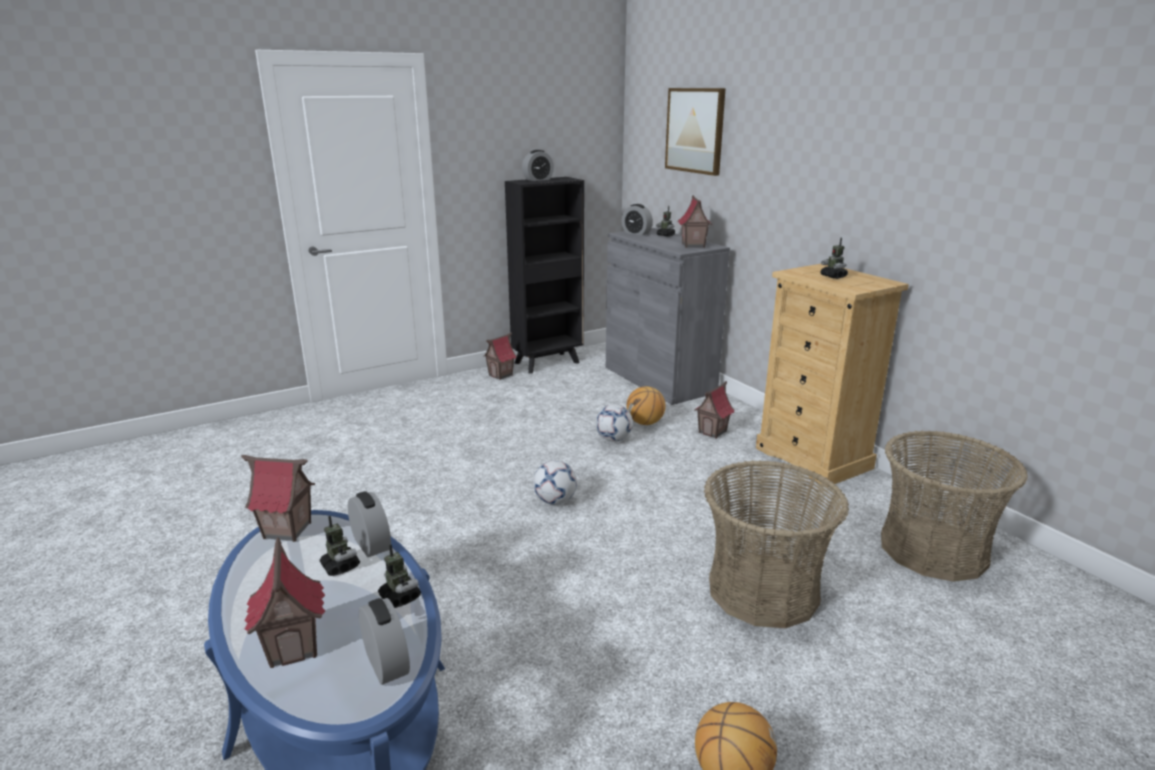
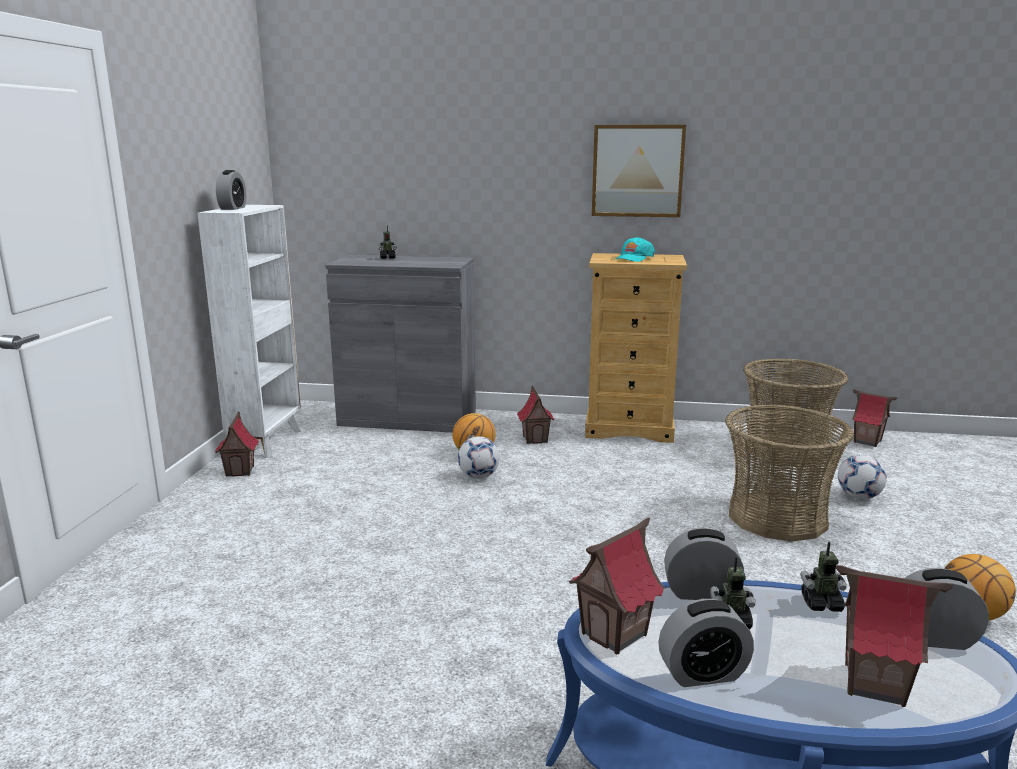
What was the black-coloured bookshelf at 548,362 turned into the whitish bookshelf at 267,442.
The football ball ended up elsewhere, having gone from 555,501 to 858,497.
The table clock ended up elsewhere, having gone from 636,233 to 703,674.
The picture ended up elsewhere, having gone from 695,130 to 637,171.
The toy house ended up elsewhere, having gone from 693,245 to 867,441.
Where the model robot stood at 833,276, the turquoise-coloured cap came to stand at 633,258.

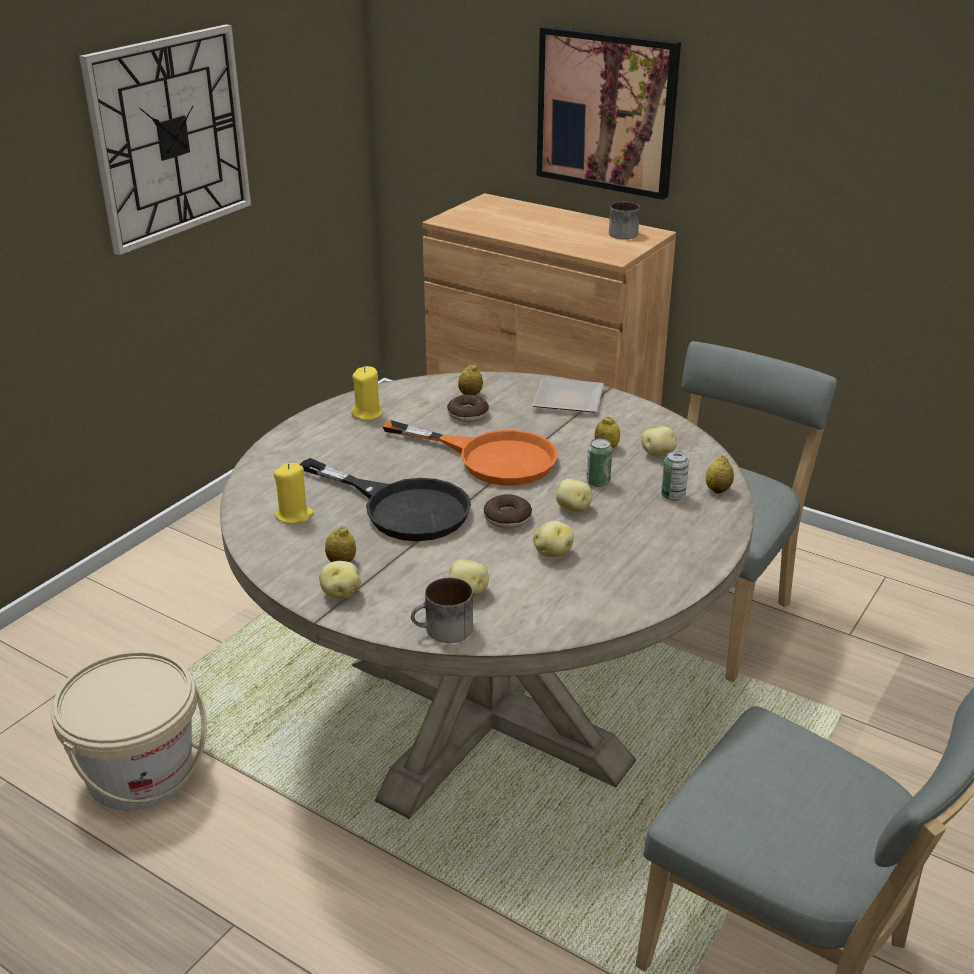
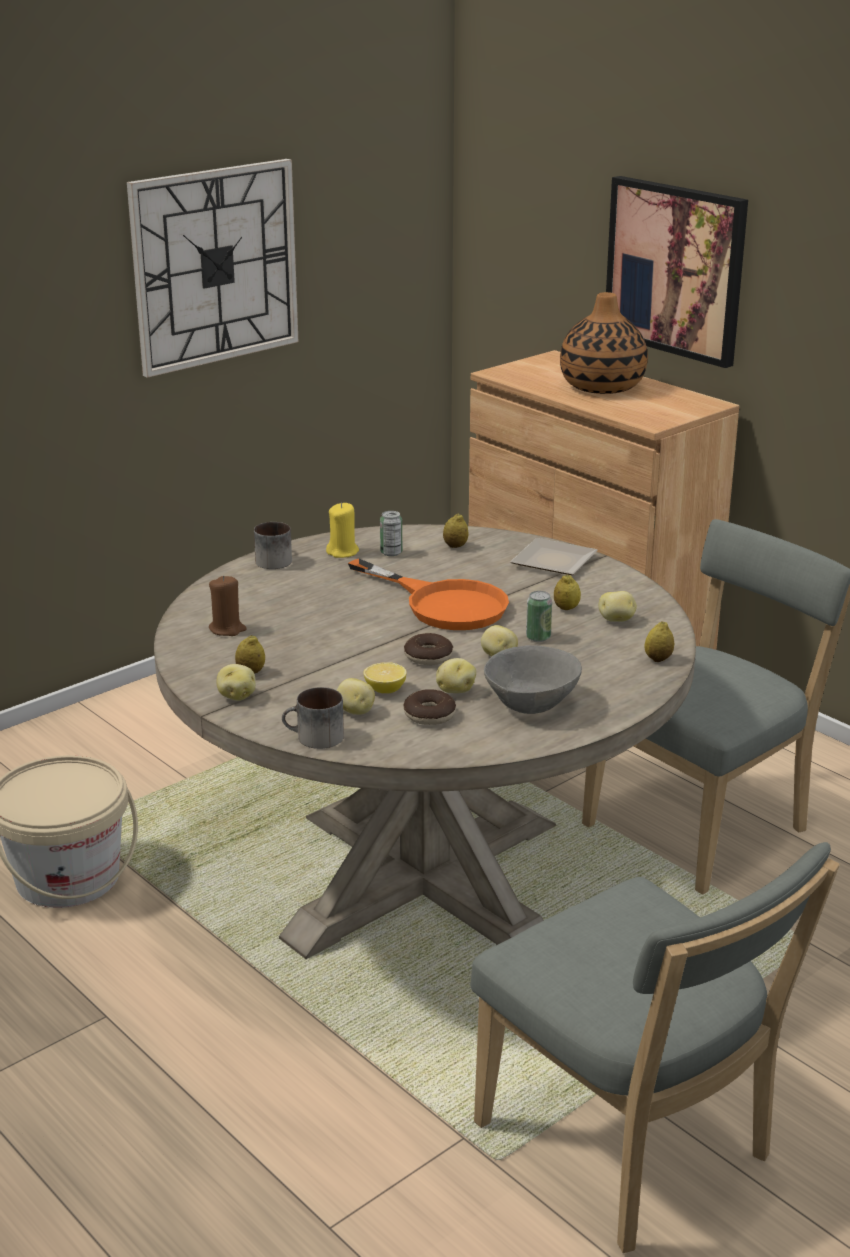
What was the yellowish wax light at 294,515 turned into the brownish wax light at 227,629.
The second view lost the black-coloured pan at 402,507.
The donut ended up elsewhere, having gone from 468,415 to 429,715.
The mug ended up elsewhere, having gone from 621,233 to 273,559.
The can ended up elsewhere, having gone from 673,496 to 391,553.
The second view gained the whole lemon at 385,690.
The second view gained the greyish bowl at 530,703.
The second view gained the decorative vase at 602,386.

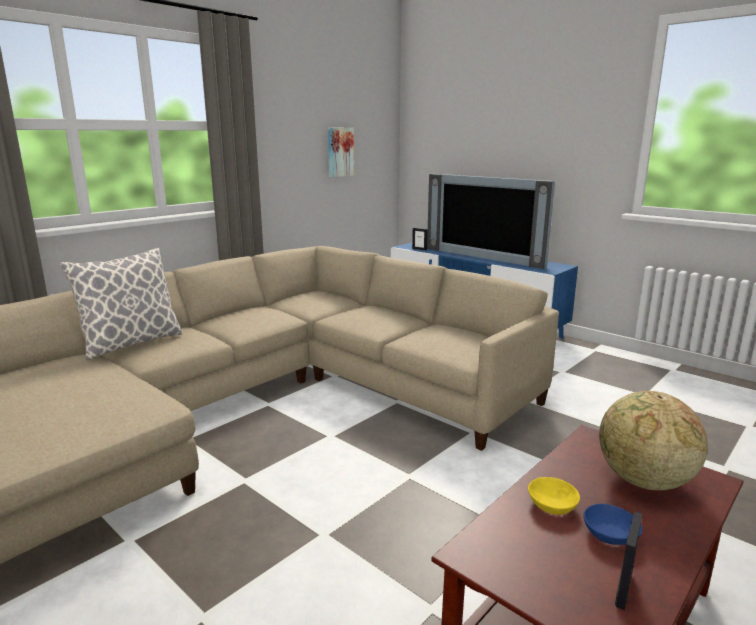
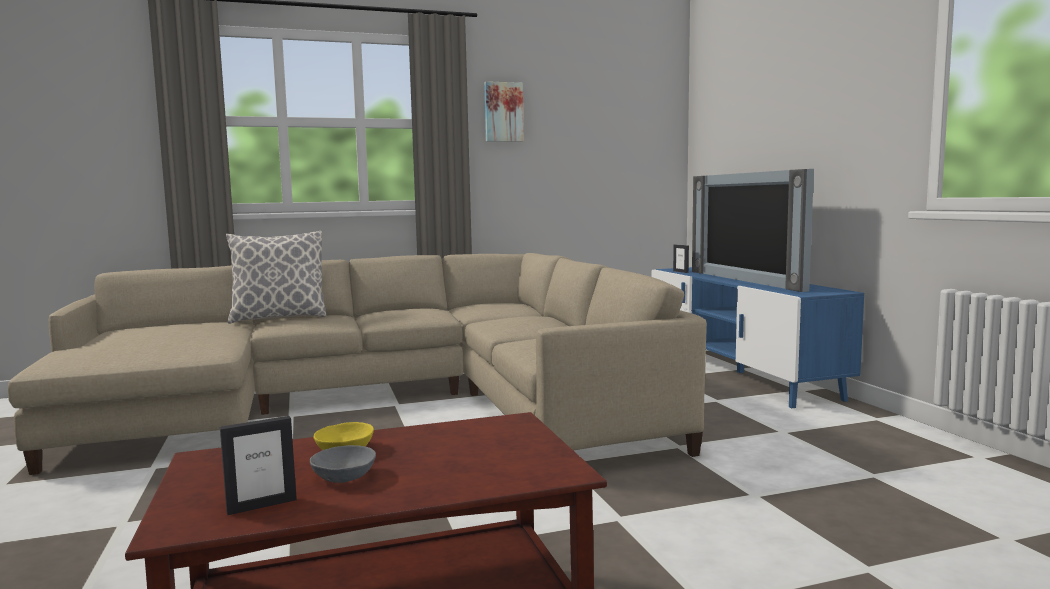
The picture ended up elsewhere, having gone from 339,152 to 503,112.
What was the blue bowl at 611,534 turned into the greyish bowl at 346,477.
The second view lost the world globe at 643,481.

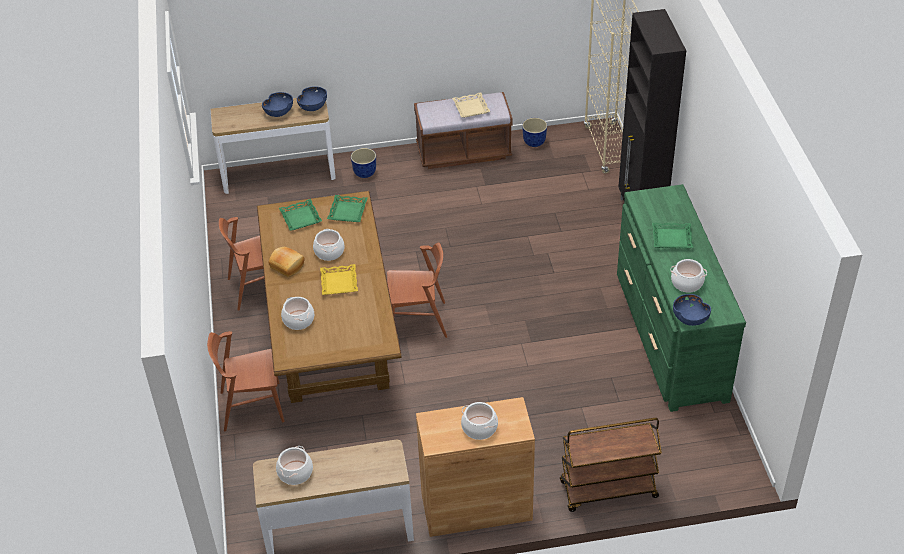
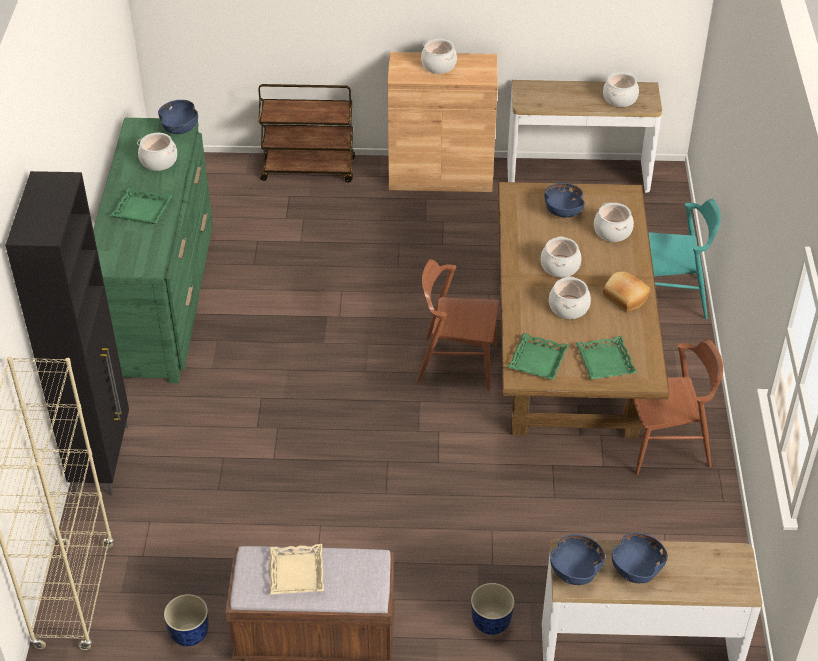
What was the brownish upright chair at 251,406 turned into the turquoise-coloured upright chair at 669,298.
Where the yellowish carrying tray stood at 338,282, the stockpot came to stand at 560,266.
The second view gained the blue bowl at 562,211.

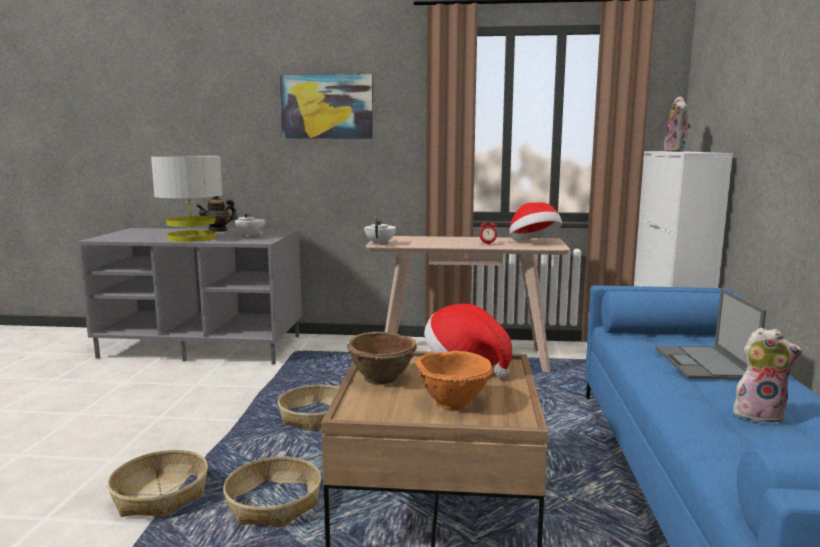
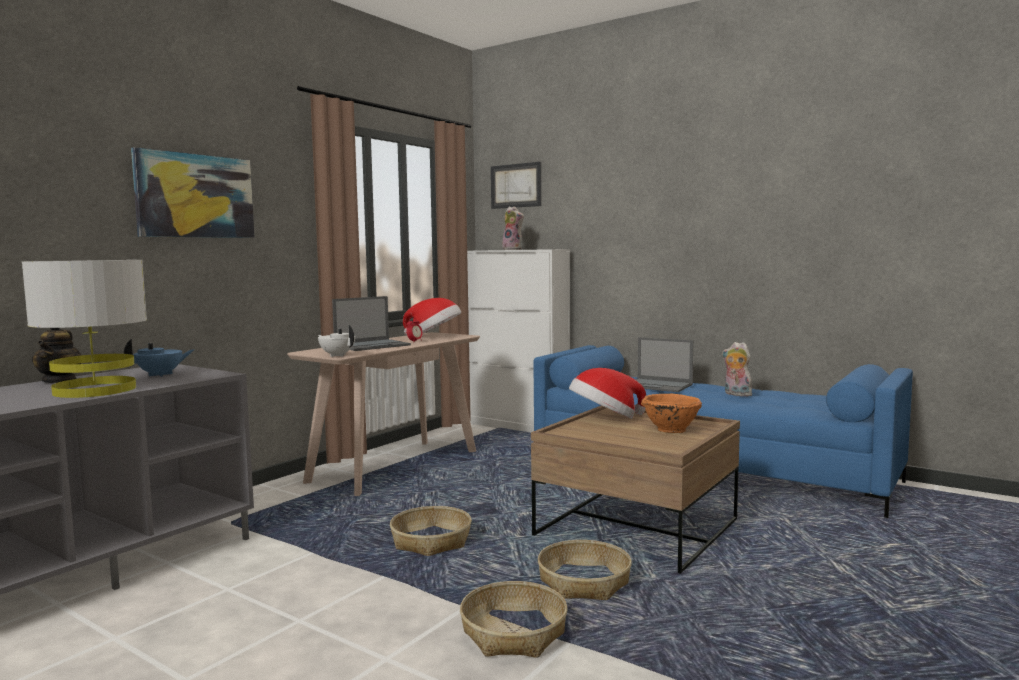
What was the whitish pot for tea at 251,236 turned into the blue pot for tea at 161,375.
The second view lost the brownish bowl at 383,378.
The soft toy at 759,414 ended up facing another way, 90 degrees counterclockwise from before.
The second view gained the portable computer at 373,345.
The second view gained the picture at 516,185.

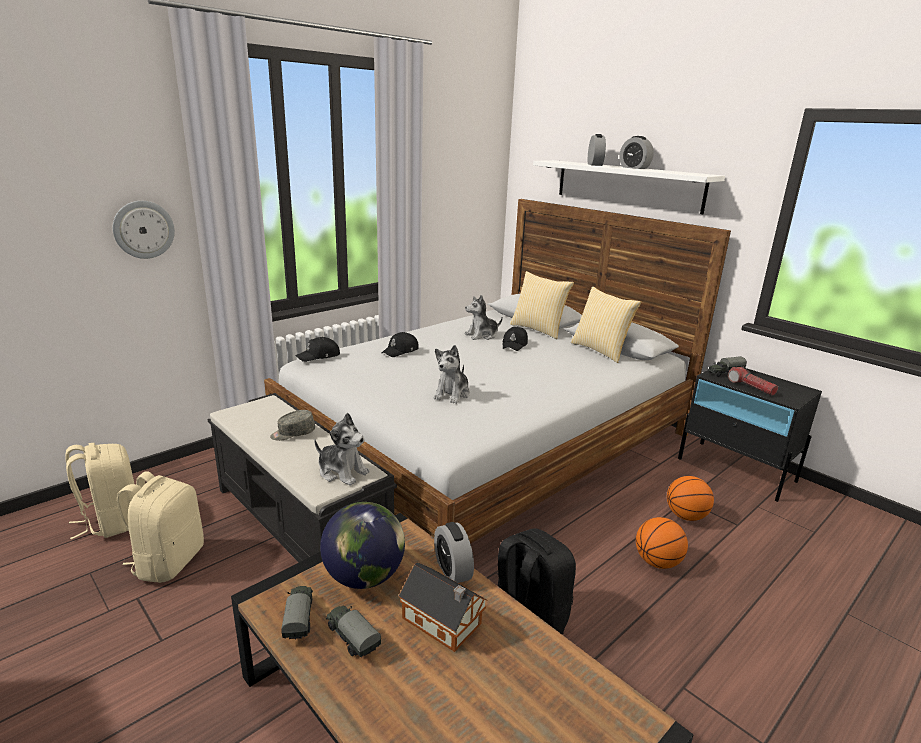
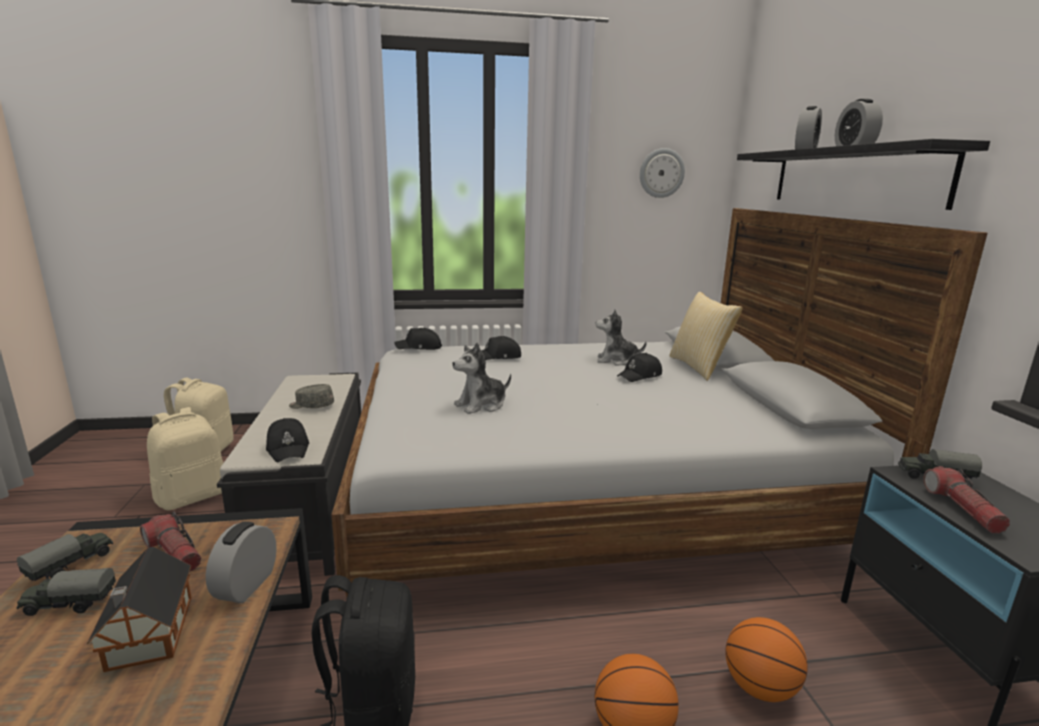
The hanging clock ended up elsewhere, having gone from 143,229 to 661,173.
Where the soft toy stood at 342,472, the black-coloured cap came to stand at 288,448.
Where the world globe stood at 364,577, the torch came to stand at 175,553.
The model truck at 352,638 ended up facing another way, 90 degrees counterclockwise from before.
What was the whitish shelf at 627,185 turned into the black-coloured shelf at 852,177.
The second view lost the pillow at 601,350.

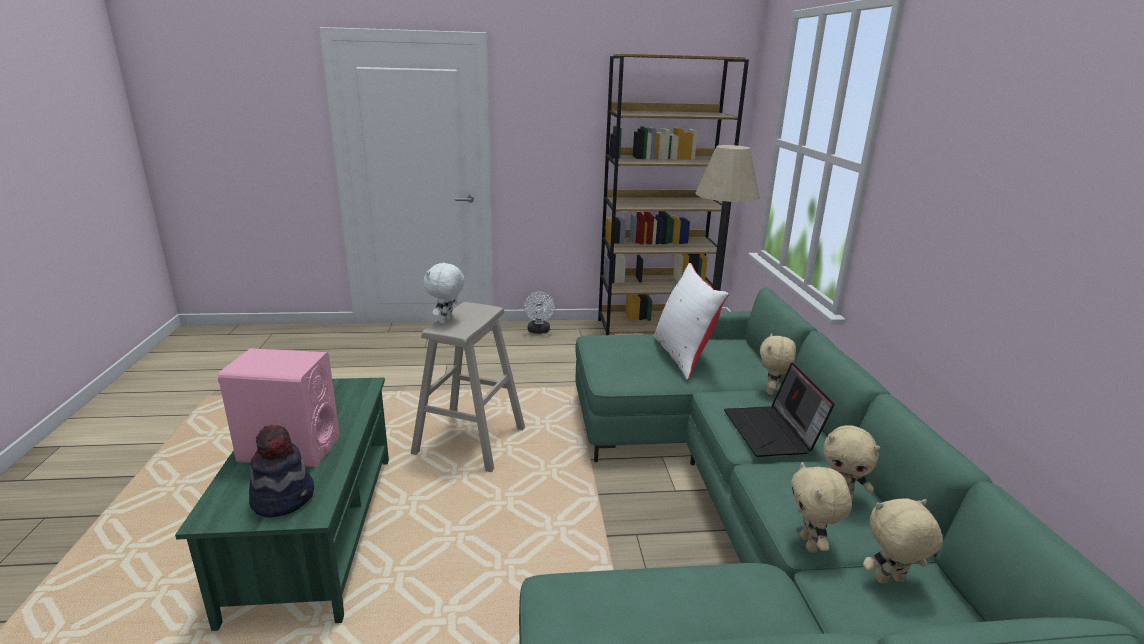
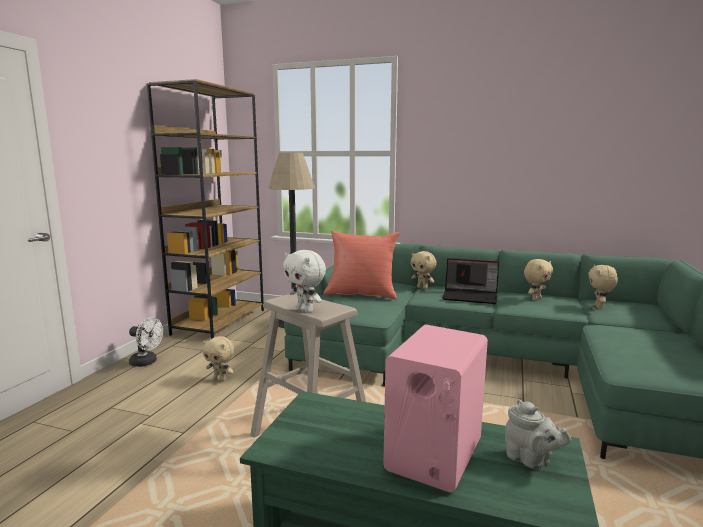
Where the wearable hat stood at 283,497, the greyish pot for tea came to stand at 531,460.
What was the whitish pillow at 683,356 turned into the reddish pillow at 361,294.
The sand-coloured soft toy ended up elsewhere, having gone from 810,544 to 220,379.

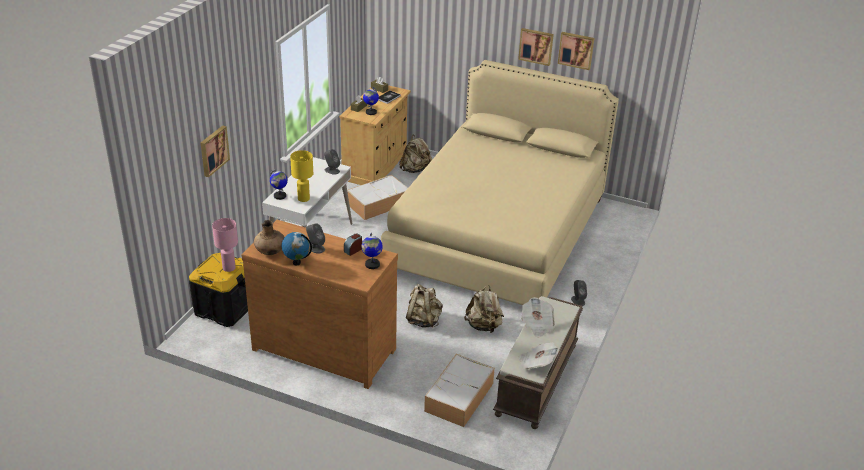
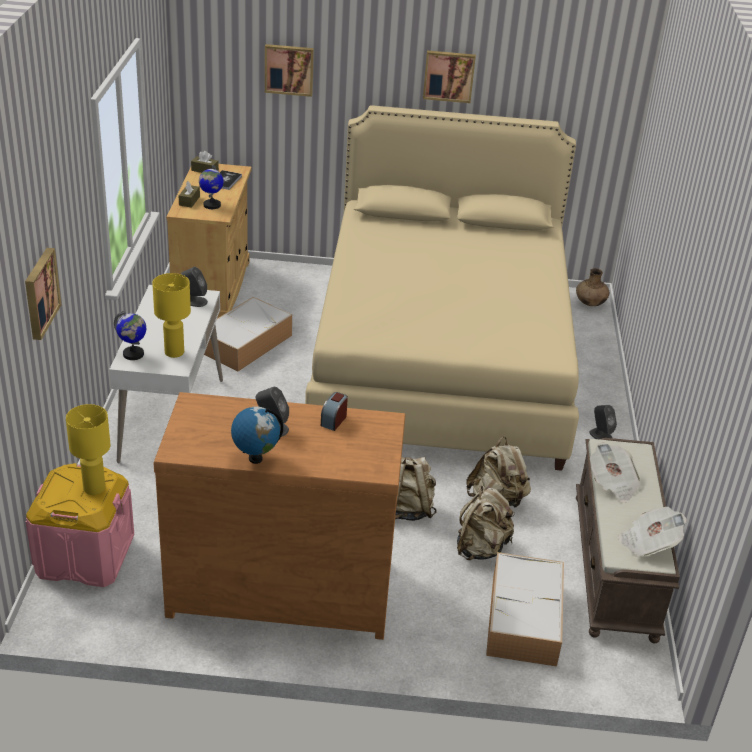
What was the black-coloured storage box at 225,308 turned into the pink storage box at 85,556.
What was the pink table lamp at 229,268 turned into the yellowish table lamp at 94,488.
The brownish decorative vase ended up elsewhere, having gone from 270,251 to 590,303.
The second view lost the world globe at 372,264.
The sand-coloured rucksack ended up elsewhere, having gone from 415,169 to 481,548.
The picture ended up elsewhere, having gone from 576,50 to 289,69.

